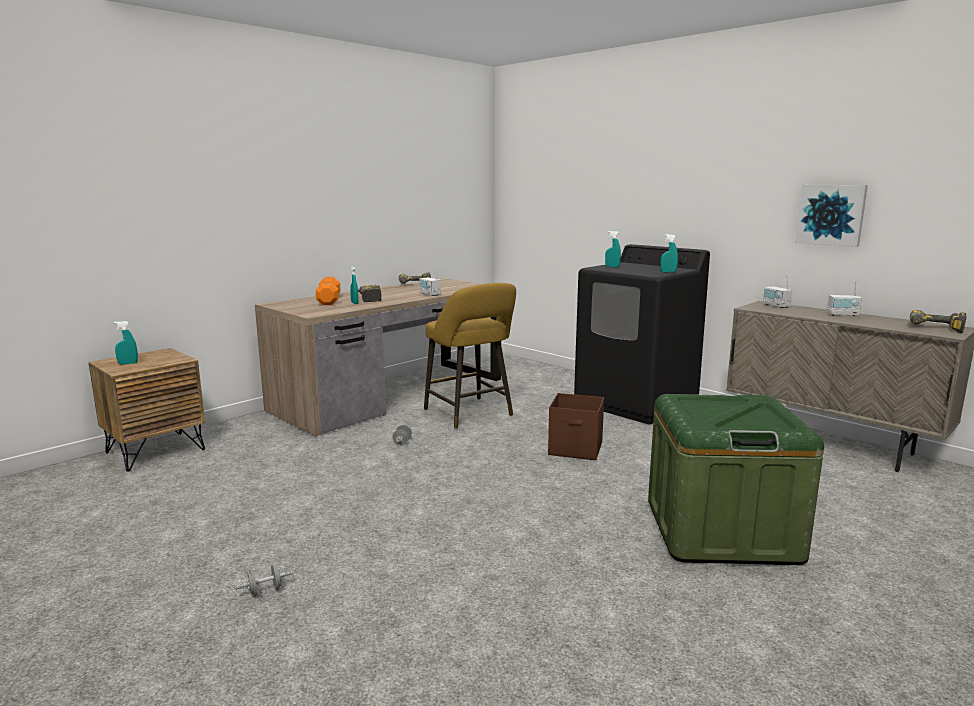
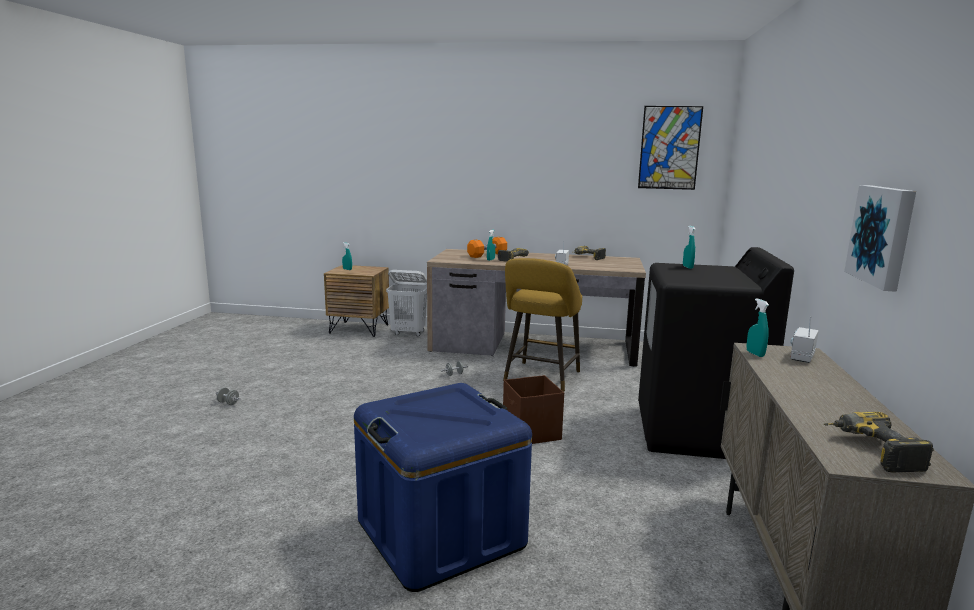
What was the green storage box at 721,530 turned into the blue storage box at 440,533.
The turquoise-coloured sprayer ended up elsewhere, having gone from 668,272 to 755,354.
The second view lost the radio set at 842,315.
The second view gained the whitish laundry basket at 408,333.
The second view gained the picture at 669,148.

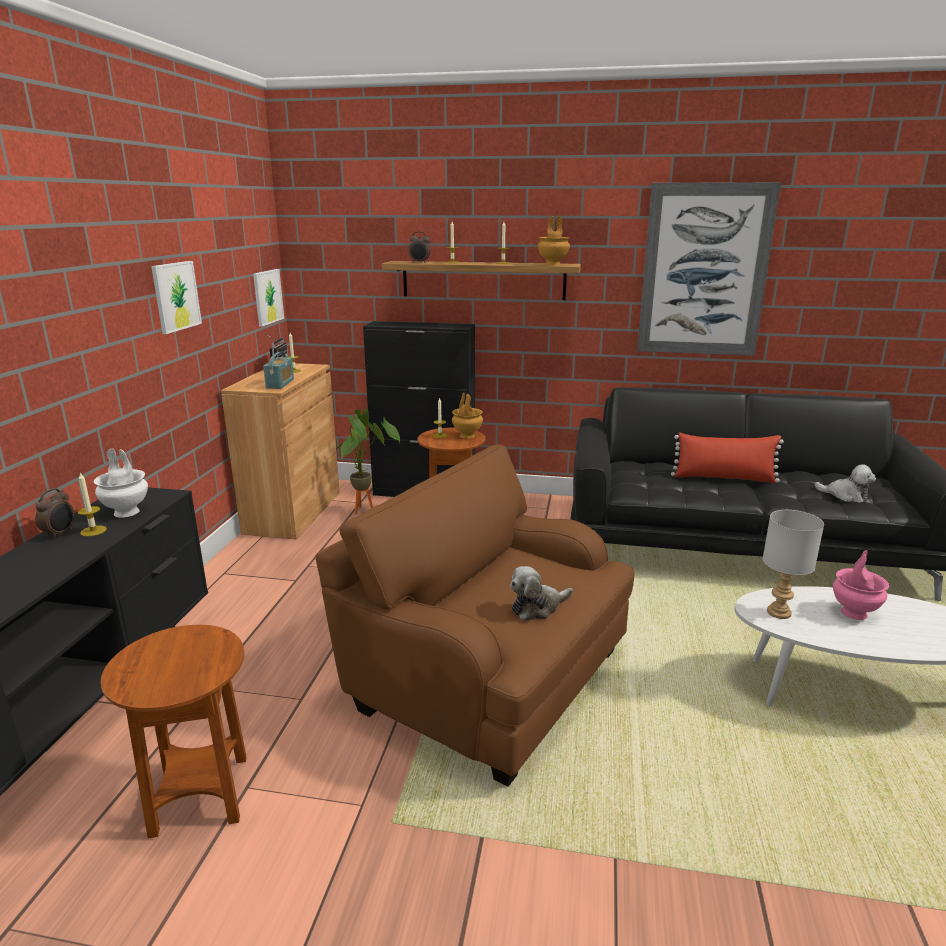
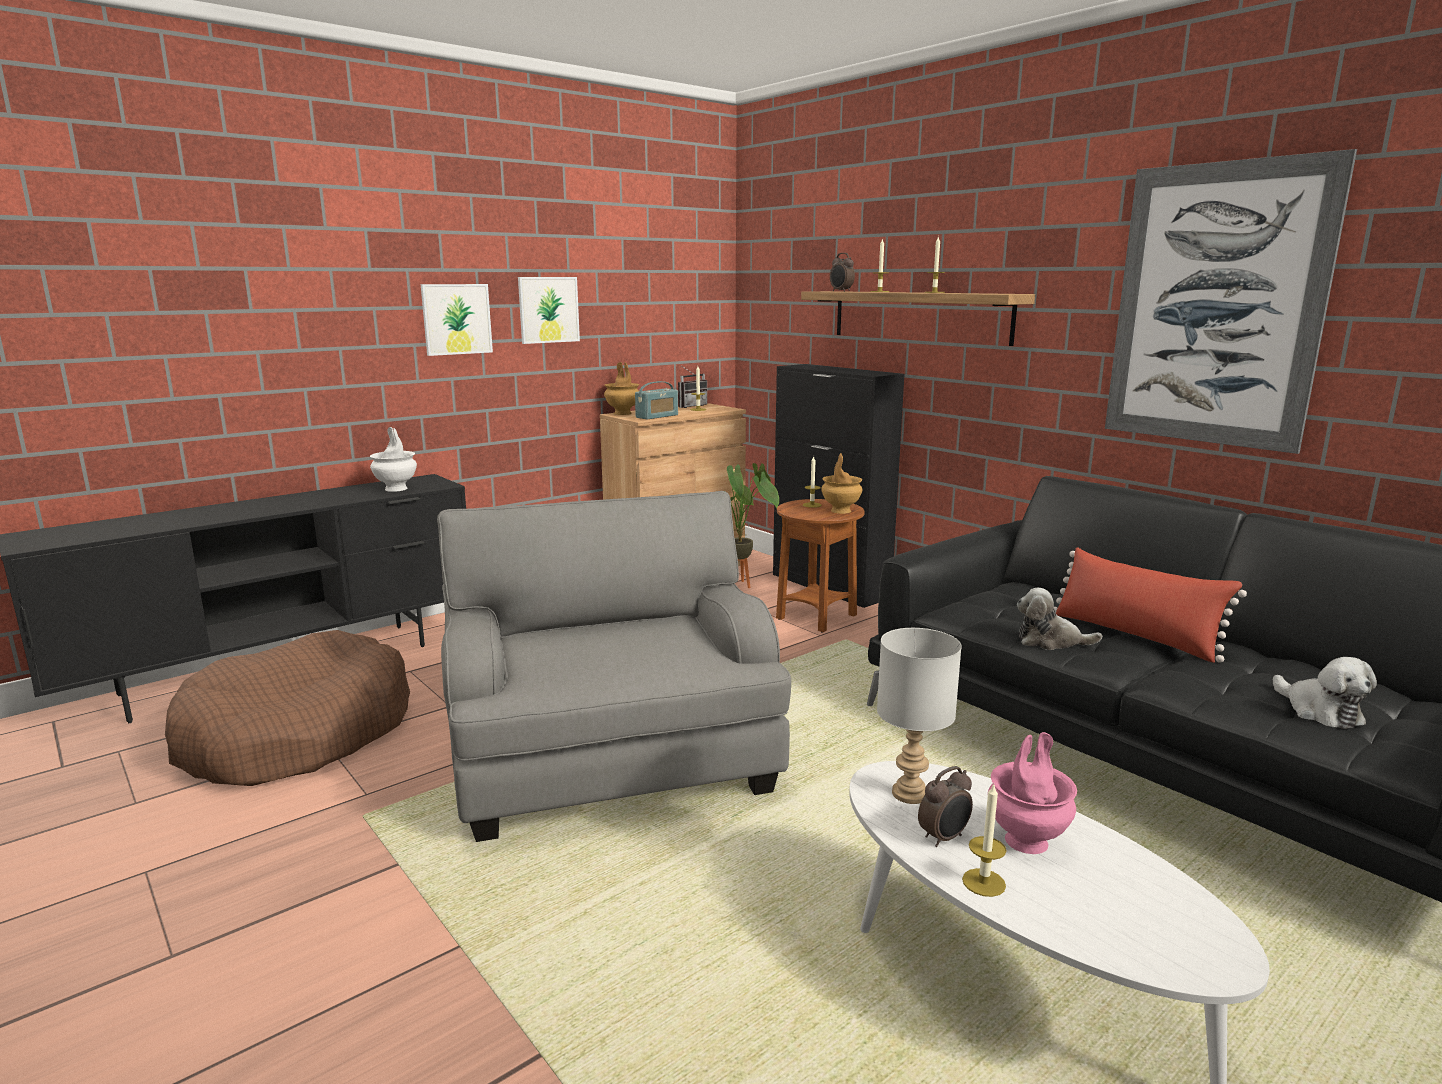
The table clock ended up elsewhere, having gone from 60,533 to 944,838.
The wax light ended up elsewhere, having gone from 93,531 to 983,882.
Where the brownish side table stood at 200,795, the brownish pet bed came to stand at 297,734.
The picture ended up elsewhere, having gone from 267,297 to 456,319.
What was the brownish easy chair at 486,676 turned into the greyish easy chair at 611,755.
The soft toy ended up elsewhere, having gone from 537,607 to 1050,641.
The brownish decorative vase ended up elsewhere, having gone from 553,264 to 623,413.

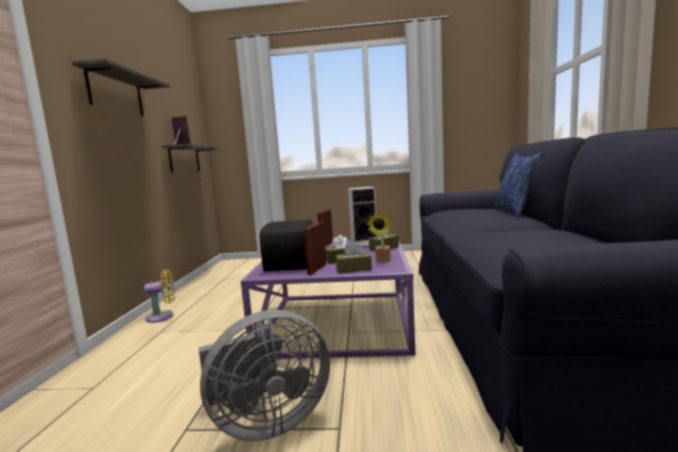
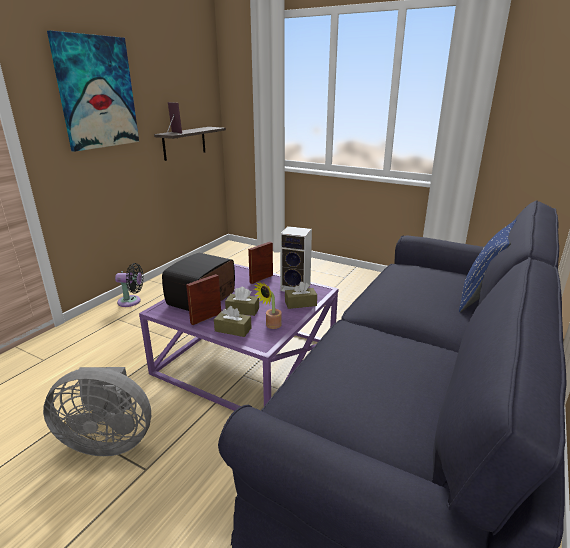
Where the shelf hung at 116,93, the picture came to hang at 97,93.
What was the yellowish fan at 163,316 turned into the black-coloured fan at 131,301.

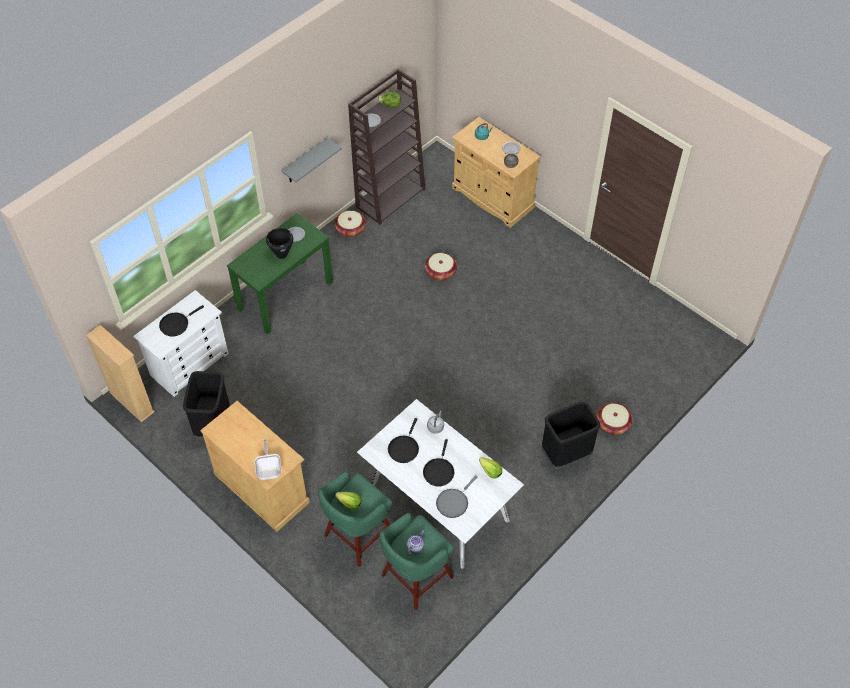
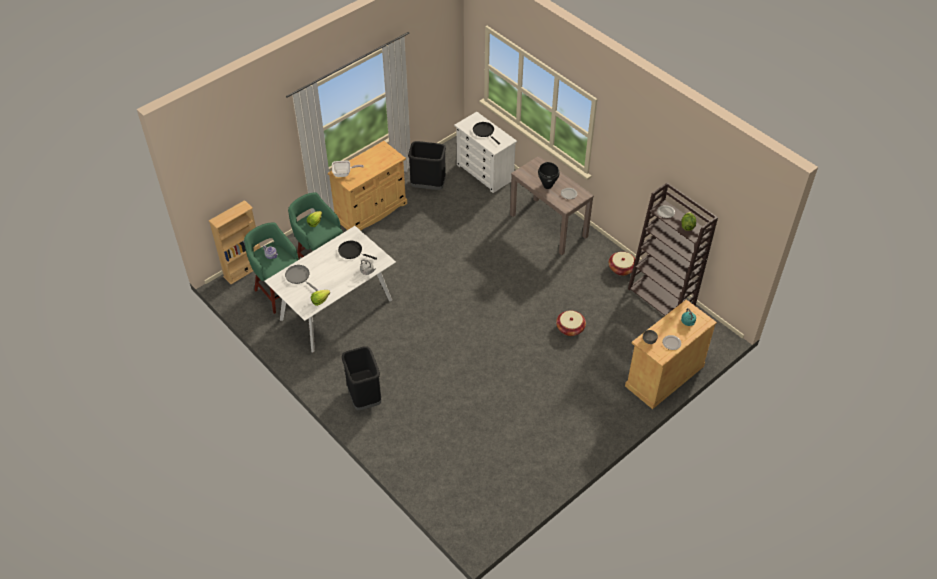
The sand-coloured bookshelf ended up elsewhere, having gone from 132,402 to 244,270.
What was the green narrow table at 285,295 turned into the brownish narrow table at 549,225.
The second view lost the greyish shelf at 305,161.
The second view lost the black-coloured pan at 439,471.
The second view lost the household basket at 613,424.

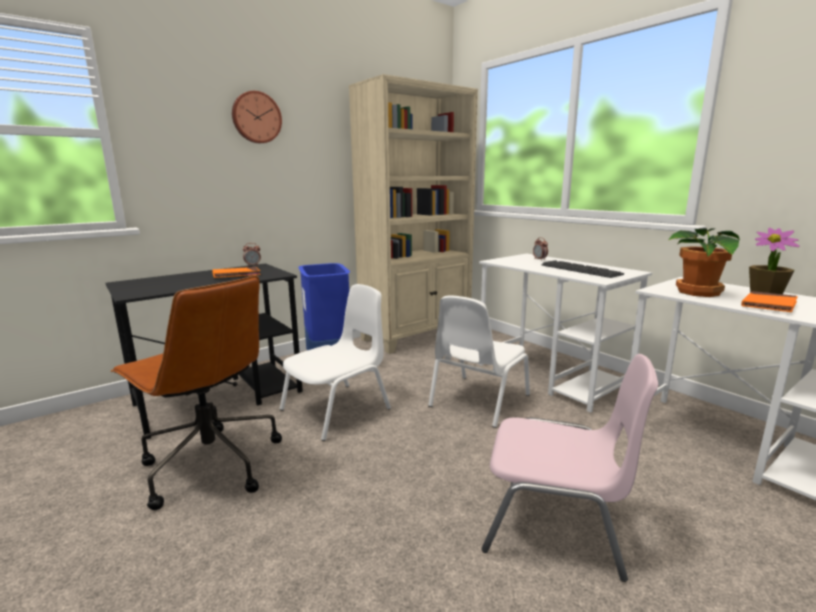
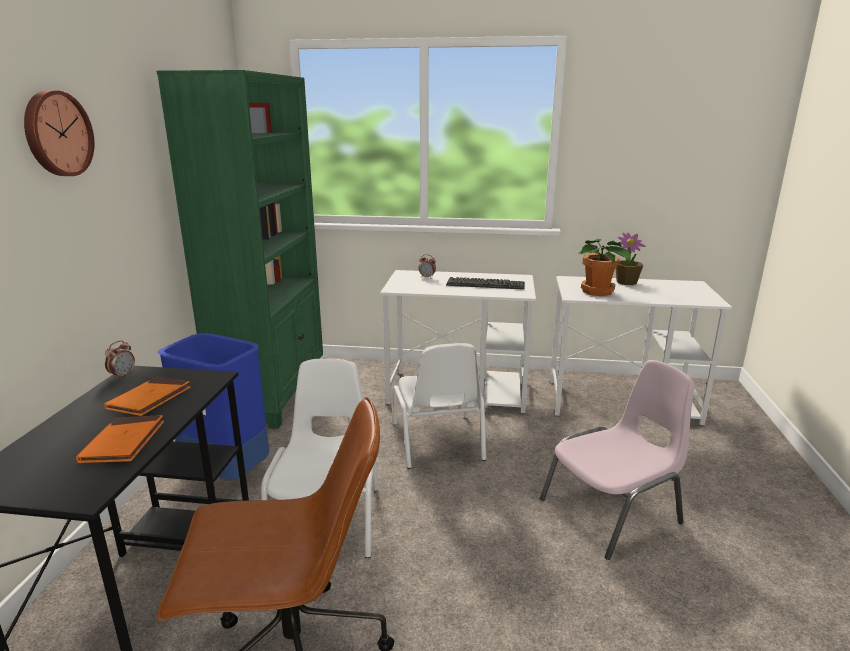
What was the sand-coloured bookshelf at 417,335 turned into the green bookshelf at 273,393.
The orangey volume ended up elsewhere, having gone from 768,305 to 123,442.

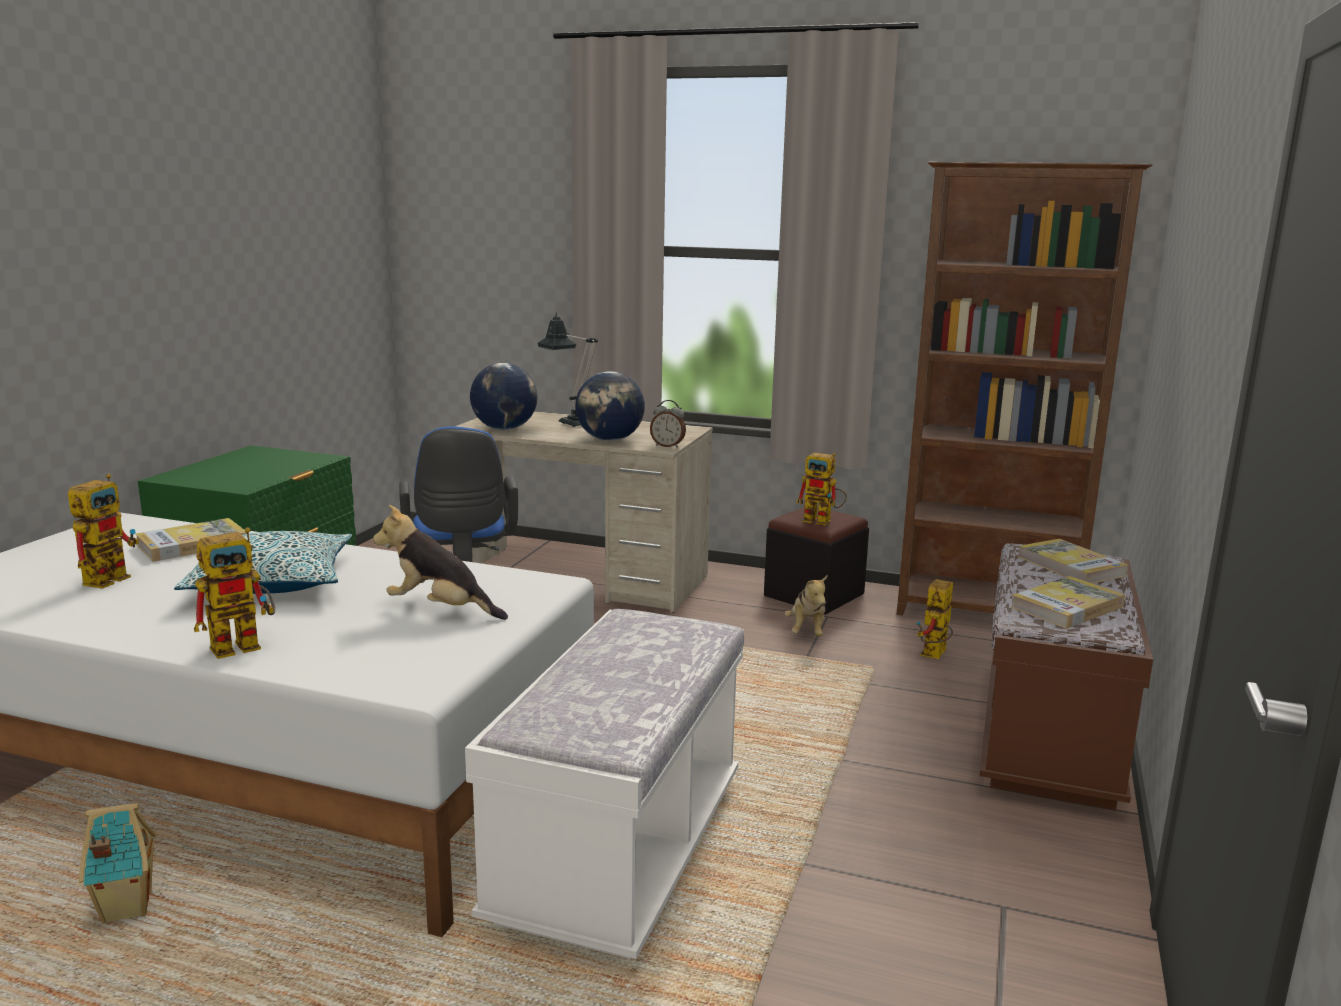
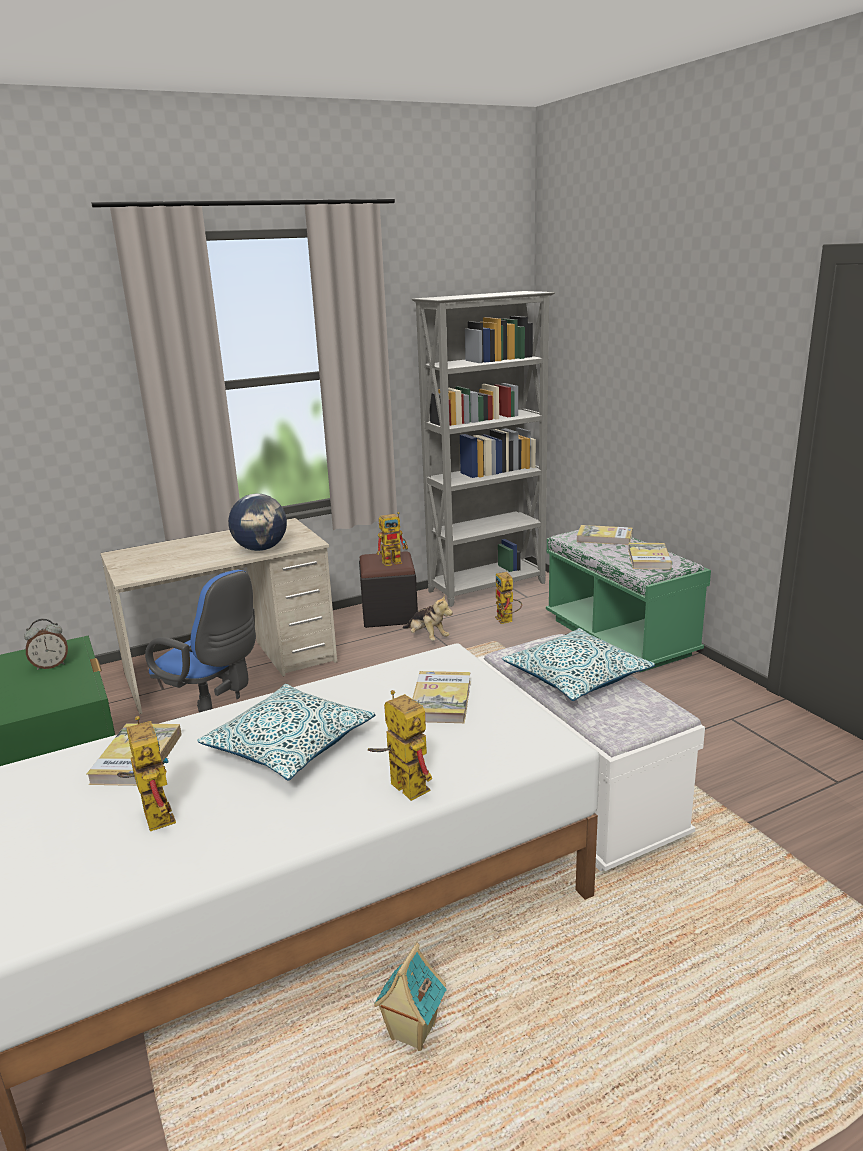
The model robot at 245,644 ended up facing another way, 45 degrees counterclockwise from before.
Where the soft toy stood at 440,609, the volume came to stand at 441,700.
The second view lost the world globe at 504,429.
The second view lost the table lamp at 572,422.
The table clock ended up elsewhere, having gone from 668,446 to 50,665.
What was the brownish bookshelf at 988,615 turned into the greyish bookshelf at 488,587.
What was the brownish long seat at 1050,738 turned into the green long seat at 619,637.
The second view gained the pillow at 576,677.

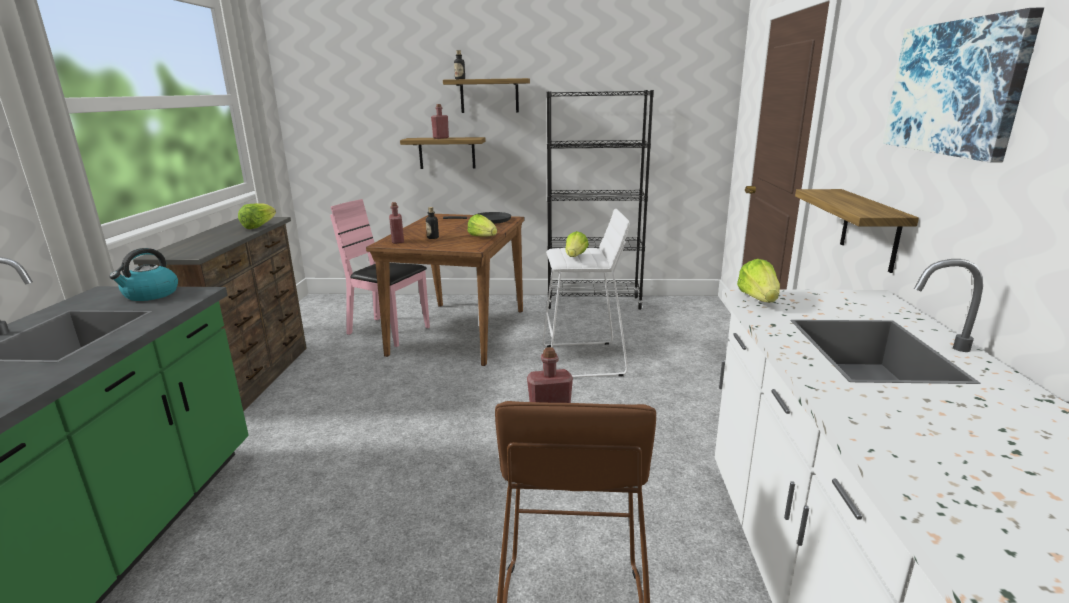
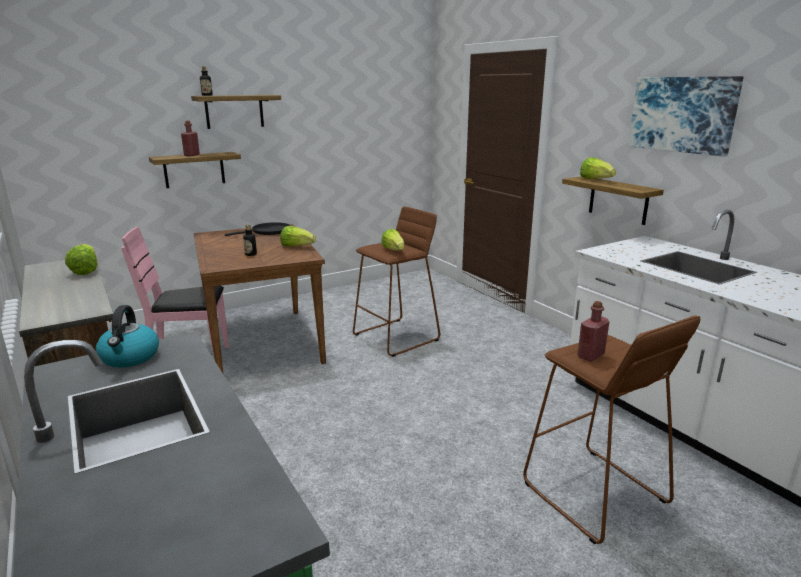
The second view lost the reddish beverage bottle at 397,241.
What was the whitish stool at 583,360 turned into the brownish stool at 396,337.
The second view lost the black-coloured bookshelf at 593,303.
The head of lettuce ended up elsewhere, having gone from 758,299 to 595,180.

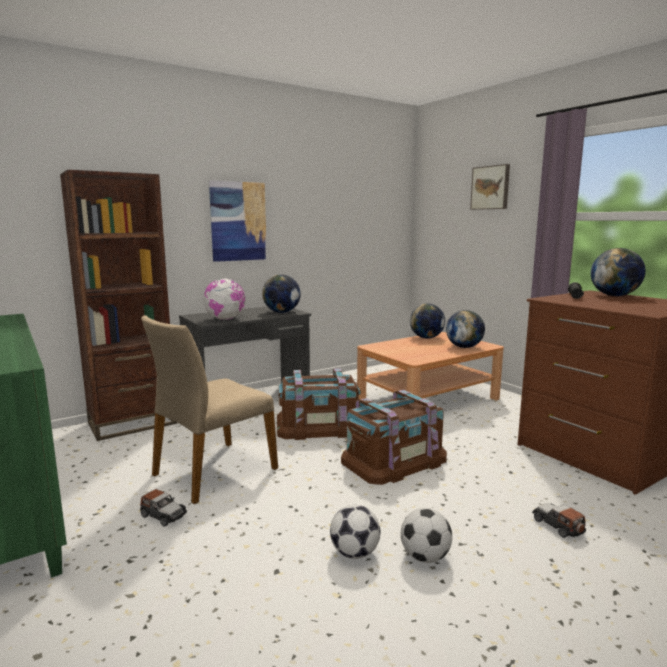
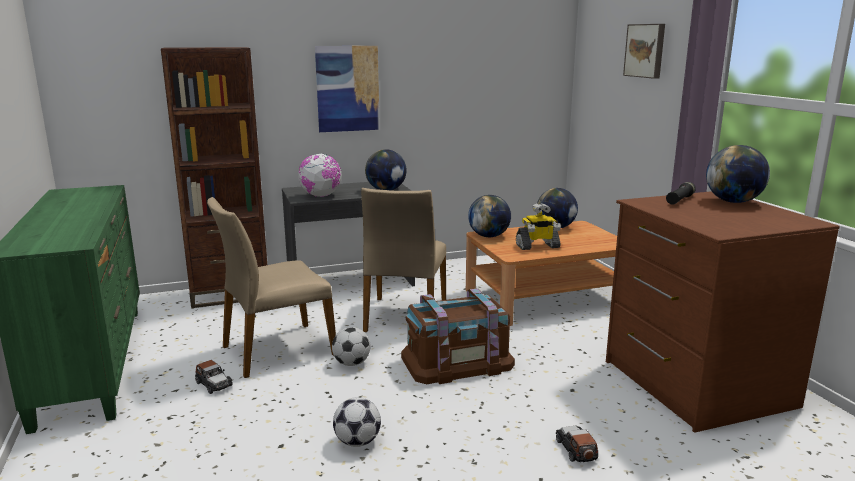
Where the brownish storage box stood at 319,426, the sand-coloured upright chair came to stand at 404,317.
The football ball ended up elsewhere, having gone from 425,557 to 351,363.
The world globe ended up elsewhere, having gone from 464,347 to 489,236.
The second view gained the model robot at 537,246.

